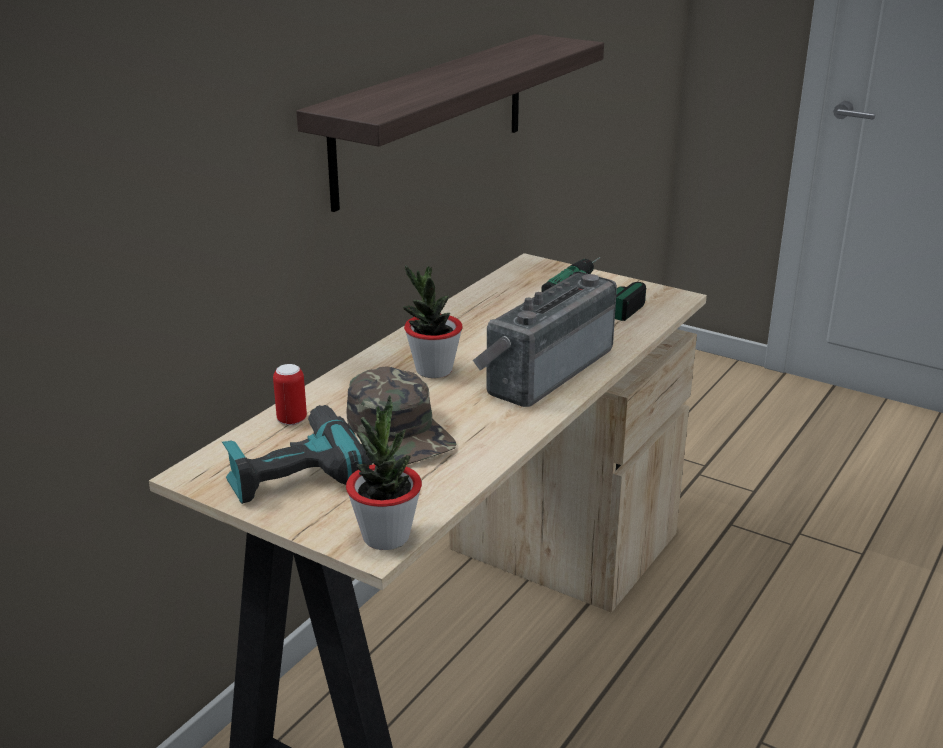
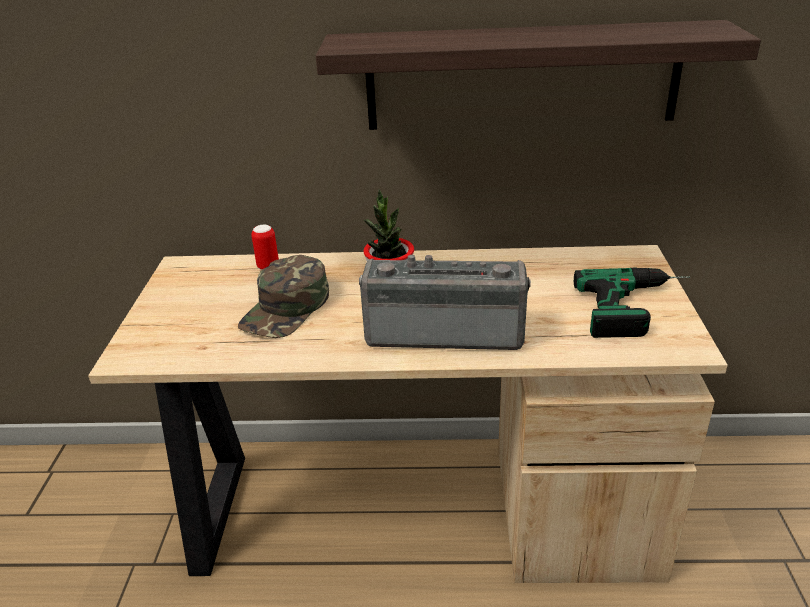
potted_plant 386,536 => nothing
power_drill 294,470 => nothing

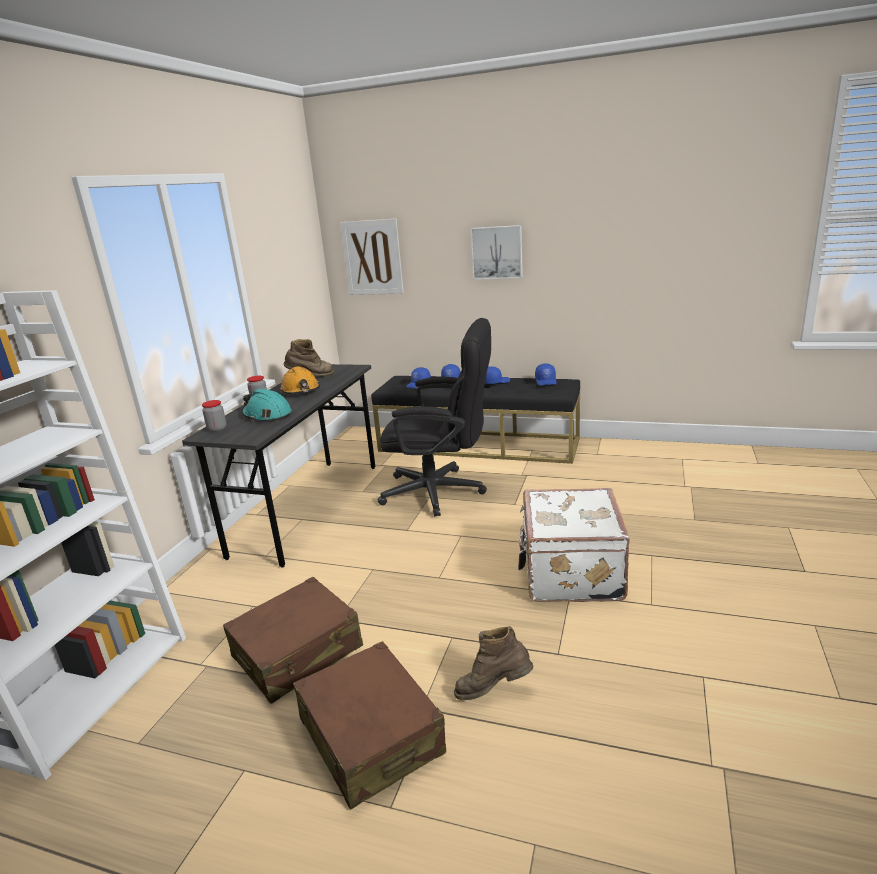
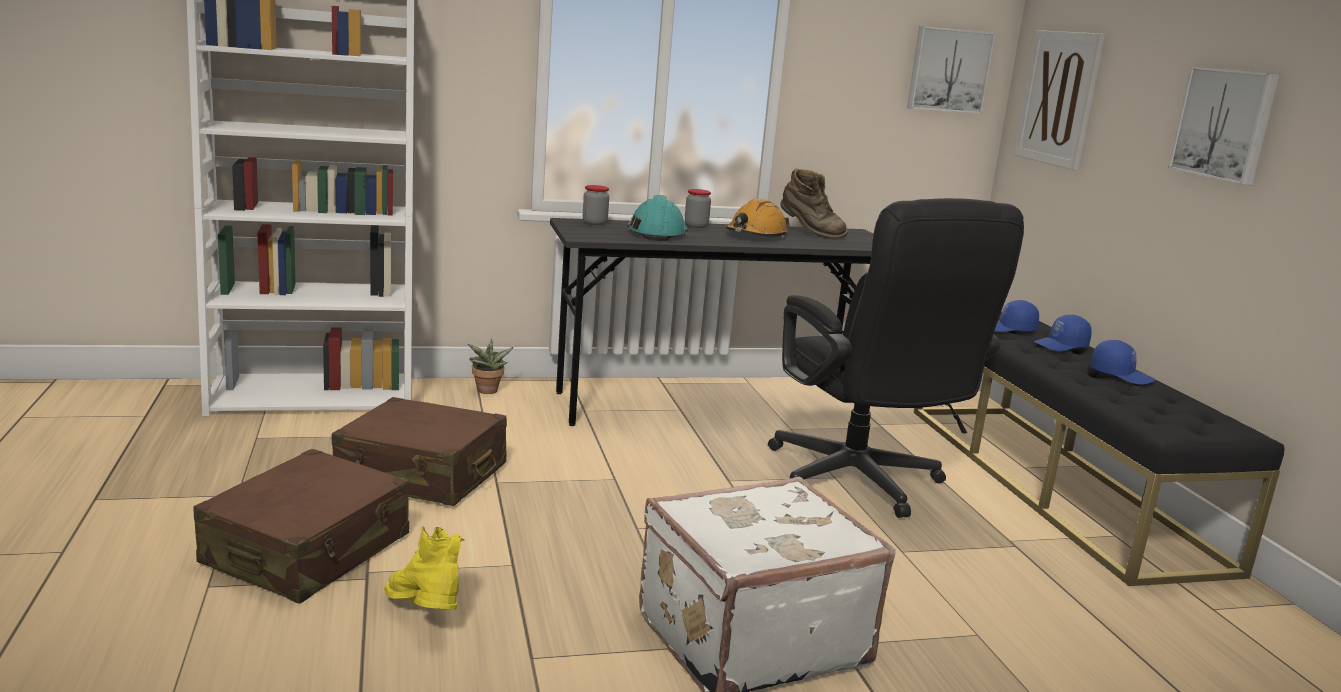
blue_cap 546,381 => nothing
brown_boot 493,689 => yellow_boot 425,616
nothing => picture 948,70
nothing => potted_plant 487,392

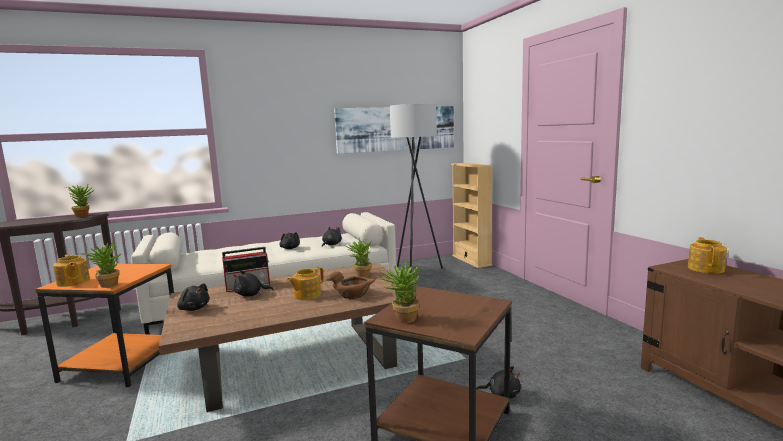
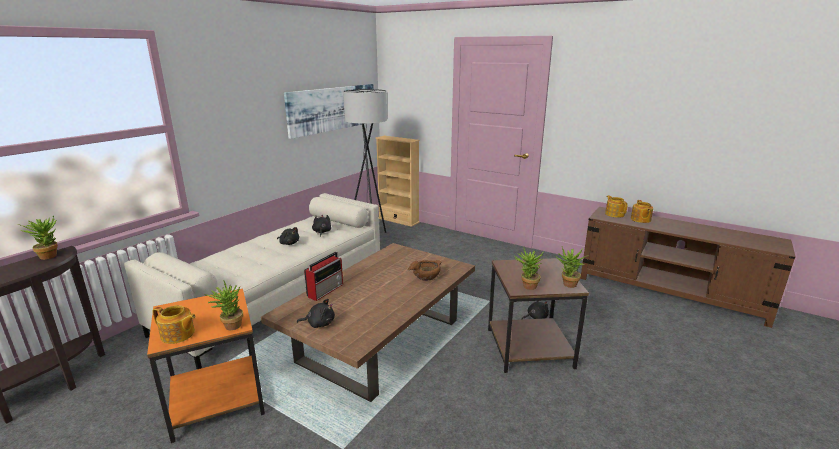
potted_plant 360,275 => potted_plant 567,285, relocated
teapot 306,295 => teapot 640,219, relocated
black_plush_toy 251,295 => nothing

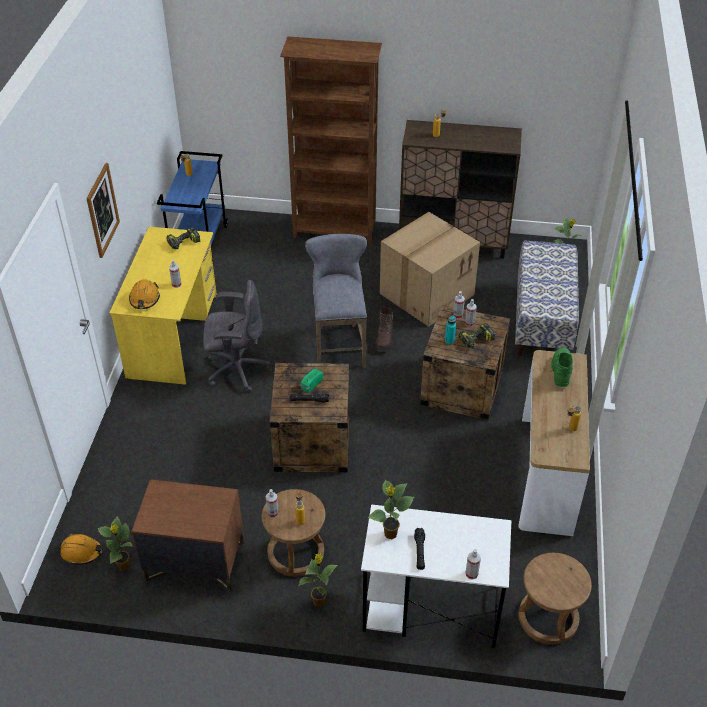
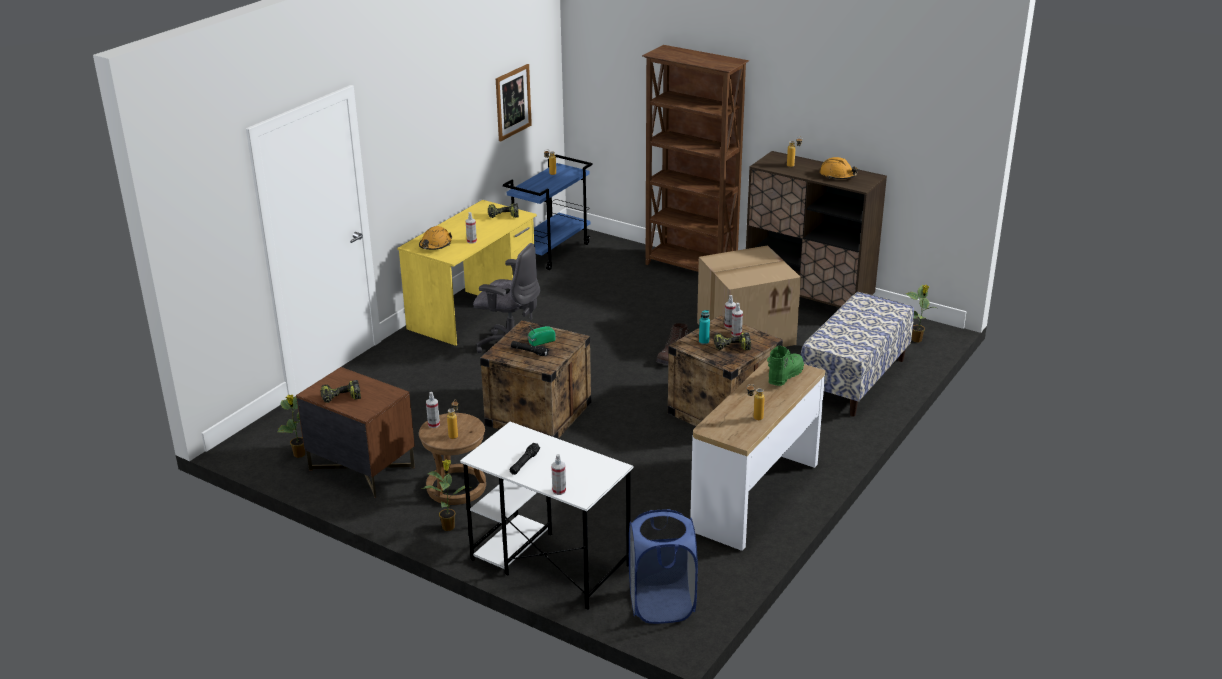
picture 102,210 => picture 513,102, relocated
grey_stool 339,344 => nothing
potted_plant 390,534 => nothing
orange_hard_hat 82,552 => orange_hard_hat 837,175, relocated
brown_stool 548,618 => blue_laundry_basket 661,604
nothing => power_drill 341,398

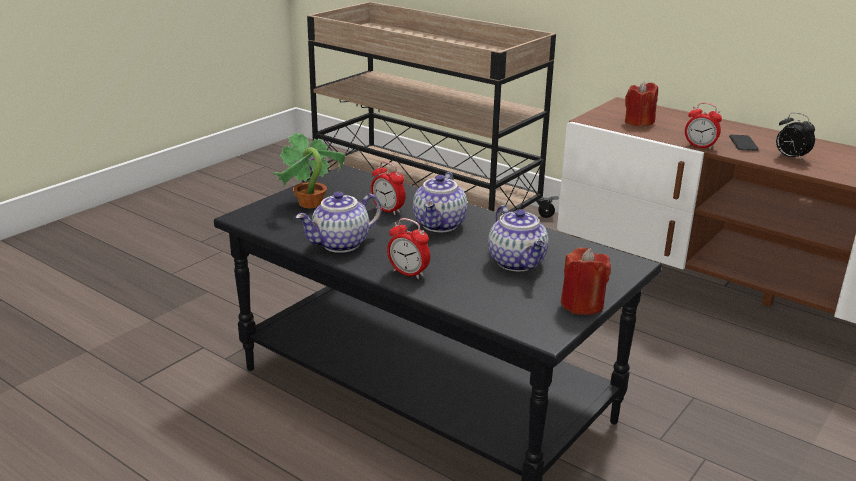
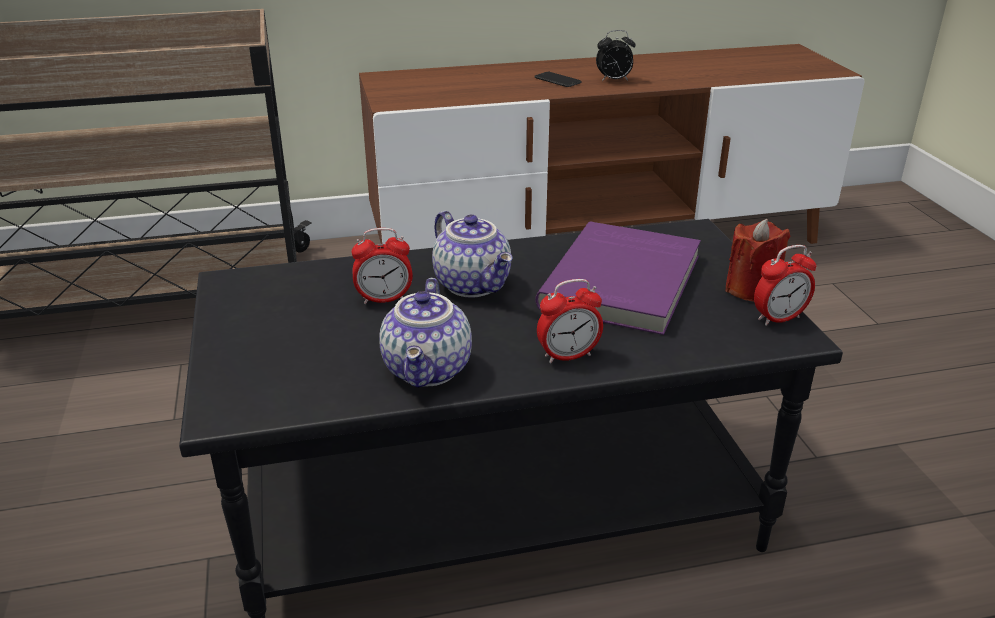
red_candle 639,122 => nothing
alarm_clock 700,146 => alarm_clock 779,318, relocated
potted_plant 310,204 => nothing
teapot 518,263 => purple_book 625,282

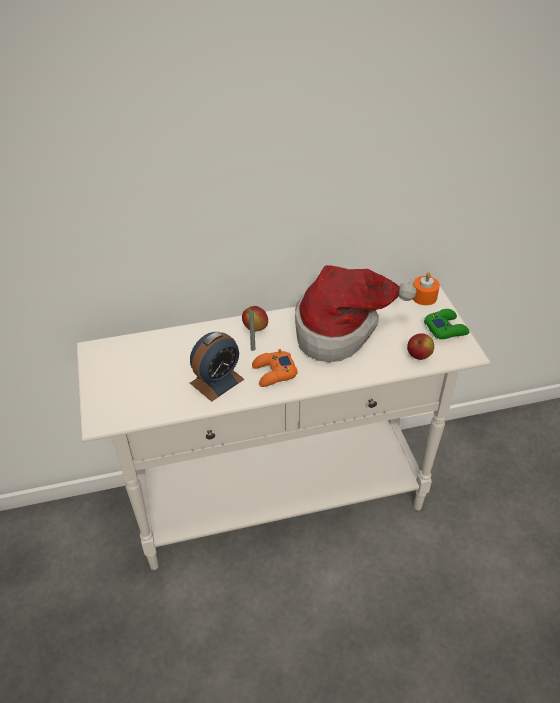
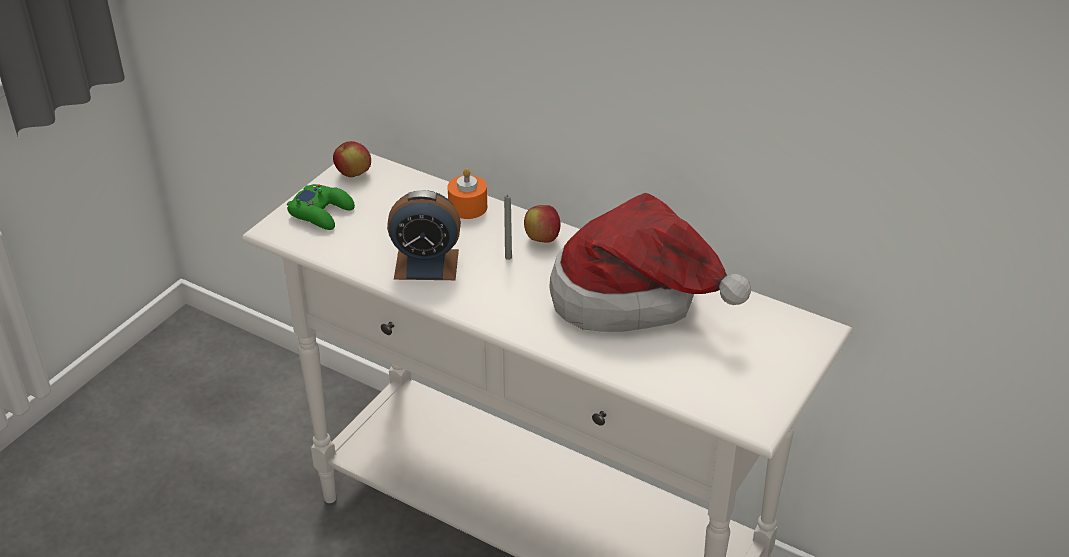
orange_candle 424,297 => orange_candle 467,207, relocated
green_game_controller 445,328 => green_game_controller 322,213, relocated
apple 418,356 => apple 353,174, relocated
orange_game_controller 274,373 => nothing

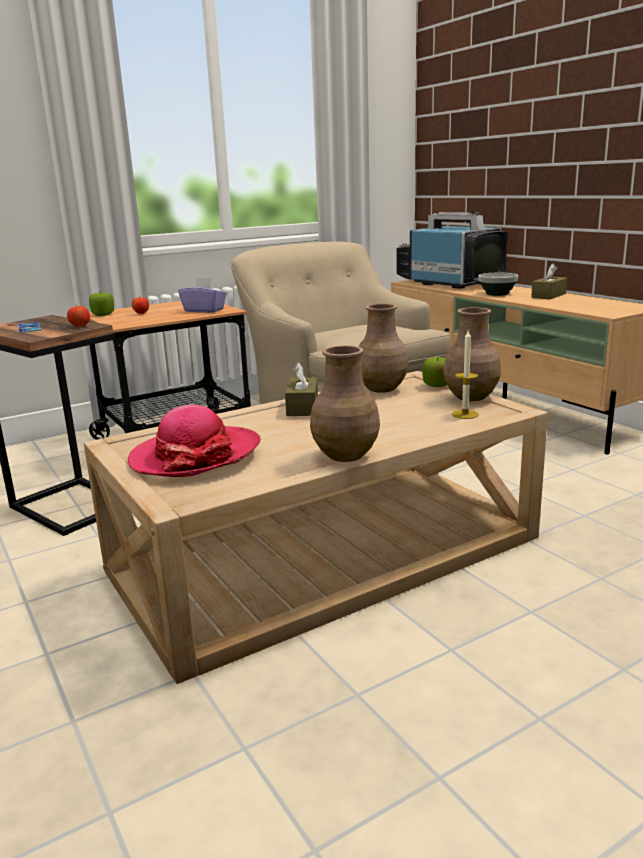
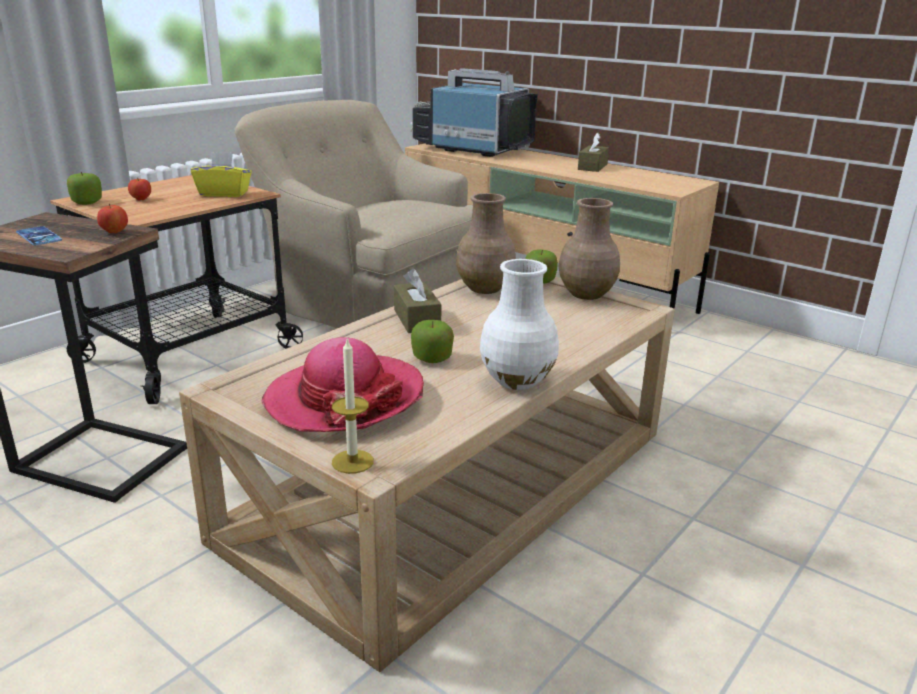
bowl 496,294 => nothing
purple_tissue_box 204,310 => yellow_tissue_box 224,193
candle 465,414 => candle 352,461, relocated
brown_vase 346,455 => white_vase 517,380
nothing => apple 432,358

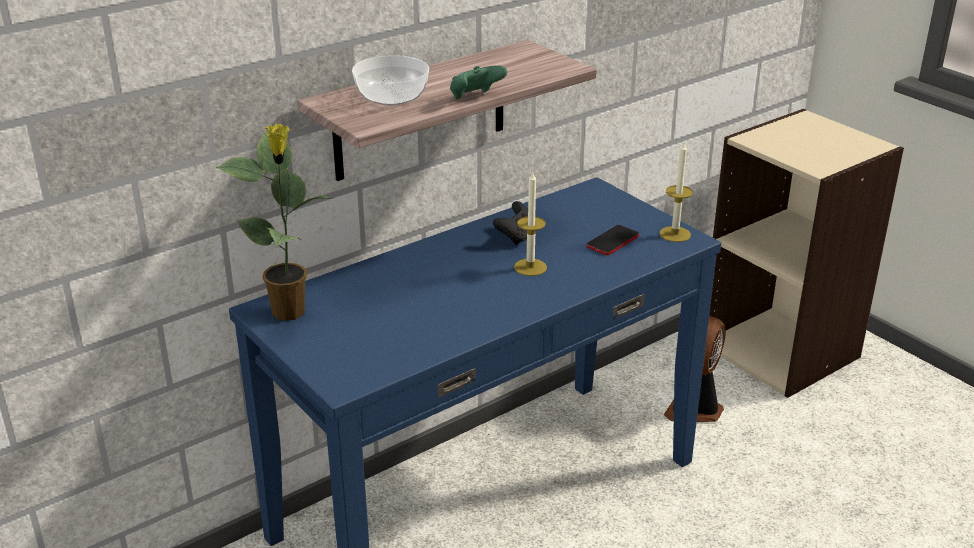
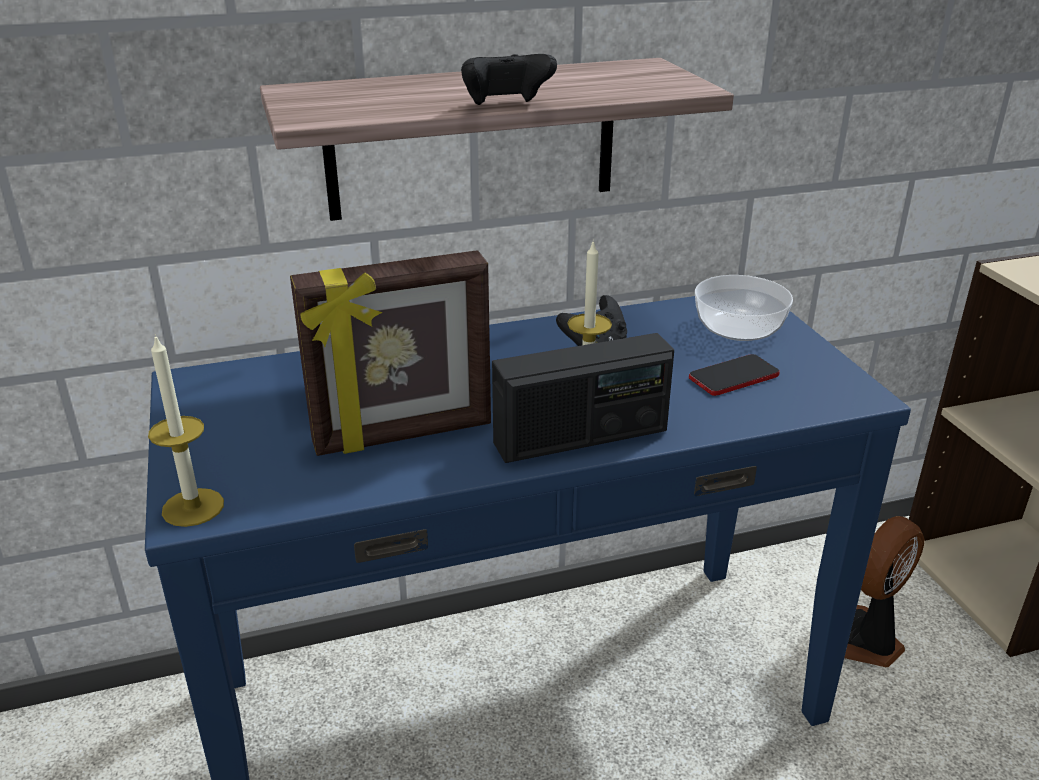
bowl 392,97 => bowl 739,329, relocated
green_game_controller 475,98 => black_game_controller 506,106
potted_plant 290,312 => nothing
candle 675,234 => candle 193,507, relocated
nothing => picture_frame 403,435
nothing => radio 581,437

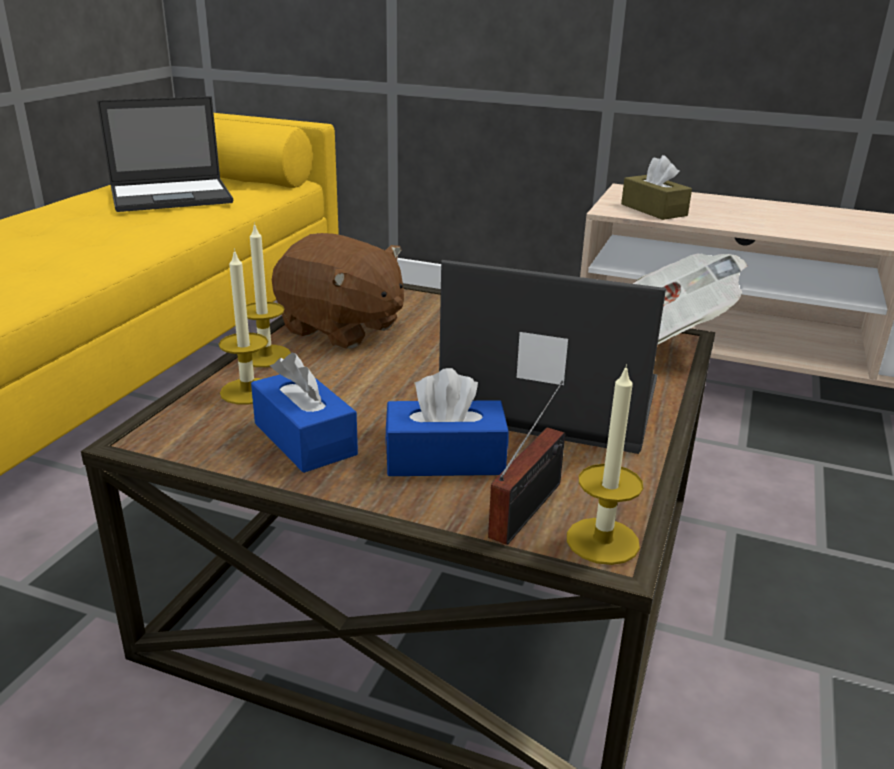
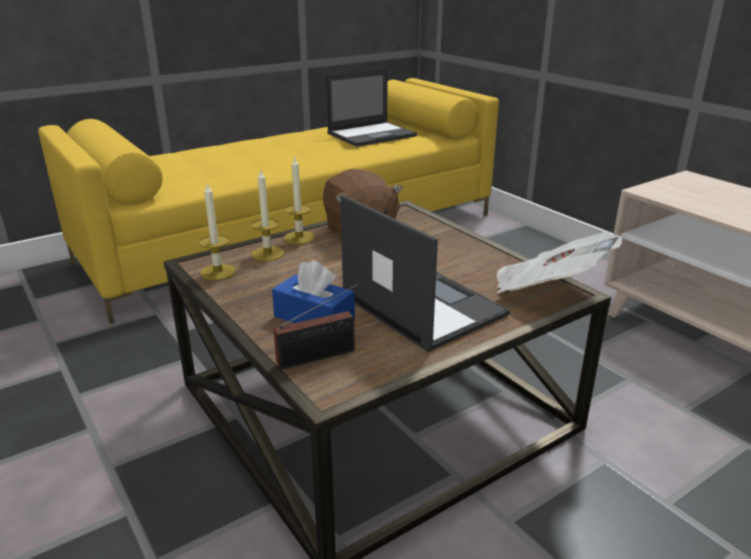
laptop 173,196 => laptop 372,134, 45 degrees counterclockwise
brown_tissue_box 653,210 => nothing
blue_tissue_box 304,439 => nothing
candle 602,541 => candle 218,272, relocated

